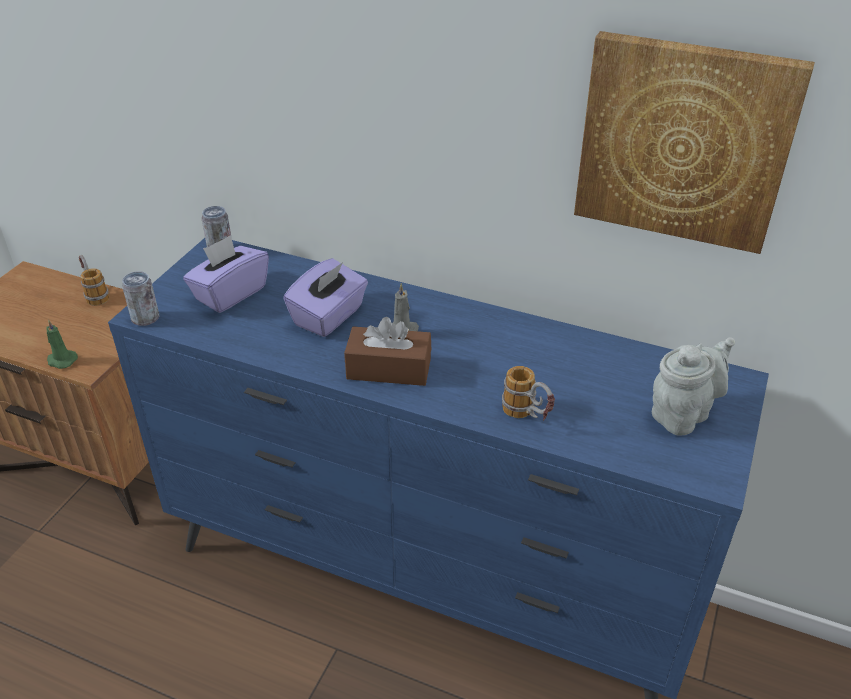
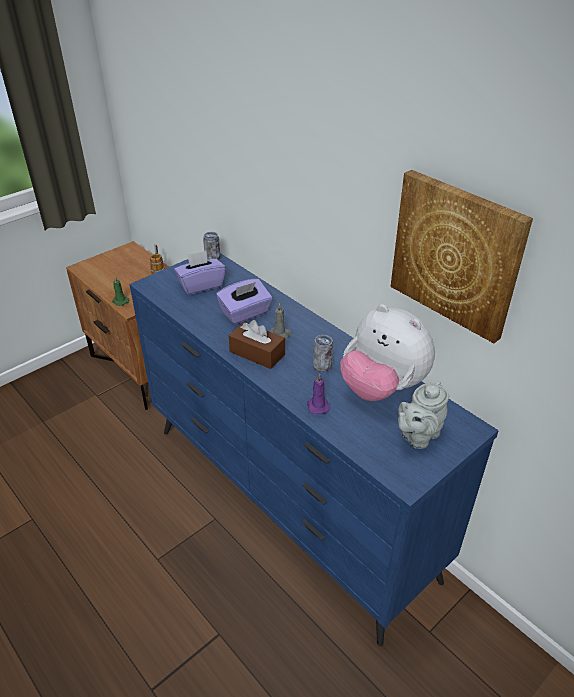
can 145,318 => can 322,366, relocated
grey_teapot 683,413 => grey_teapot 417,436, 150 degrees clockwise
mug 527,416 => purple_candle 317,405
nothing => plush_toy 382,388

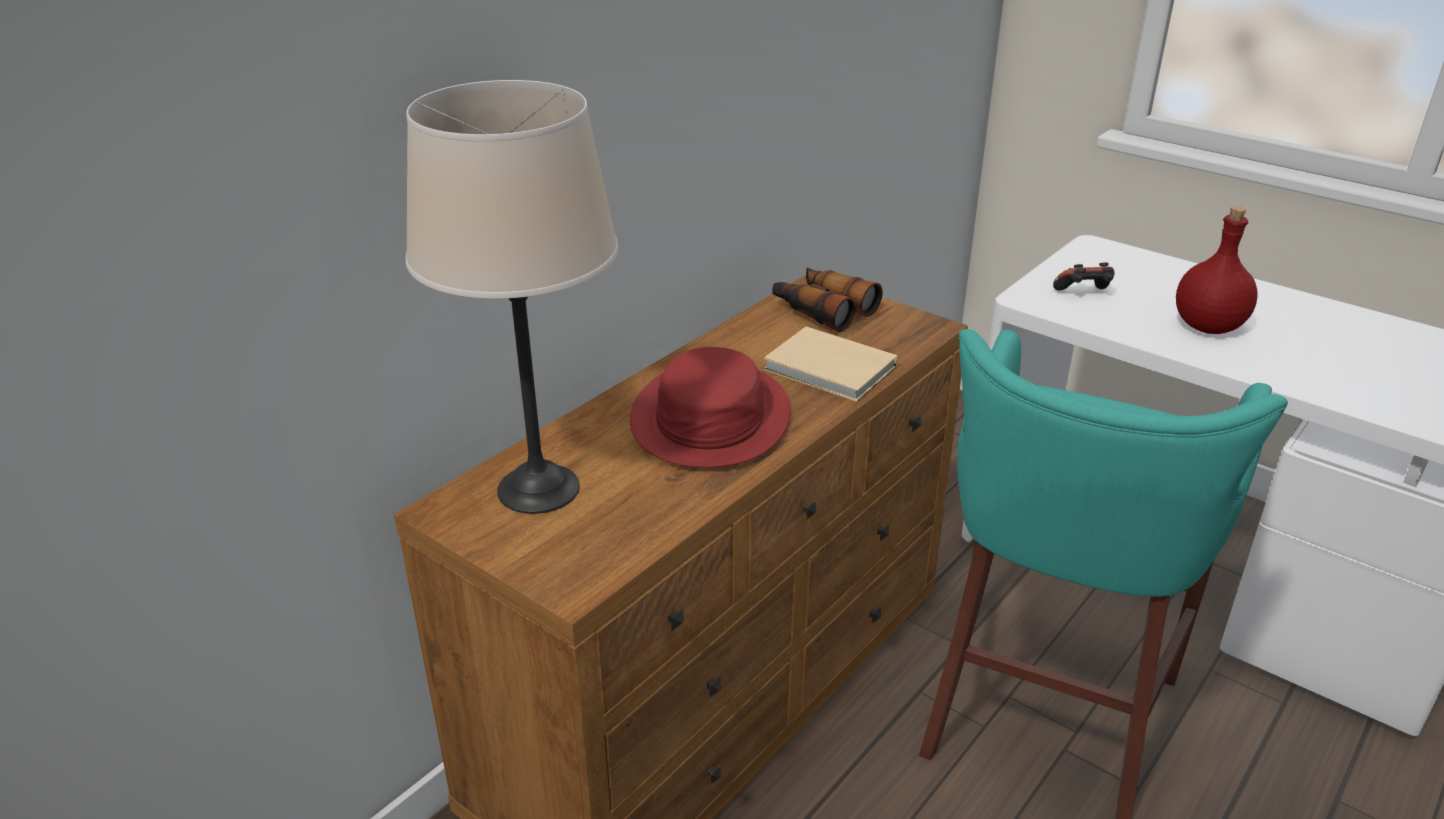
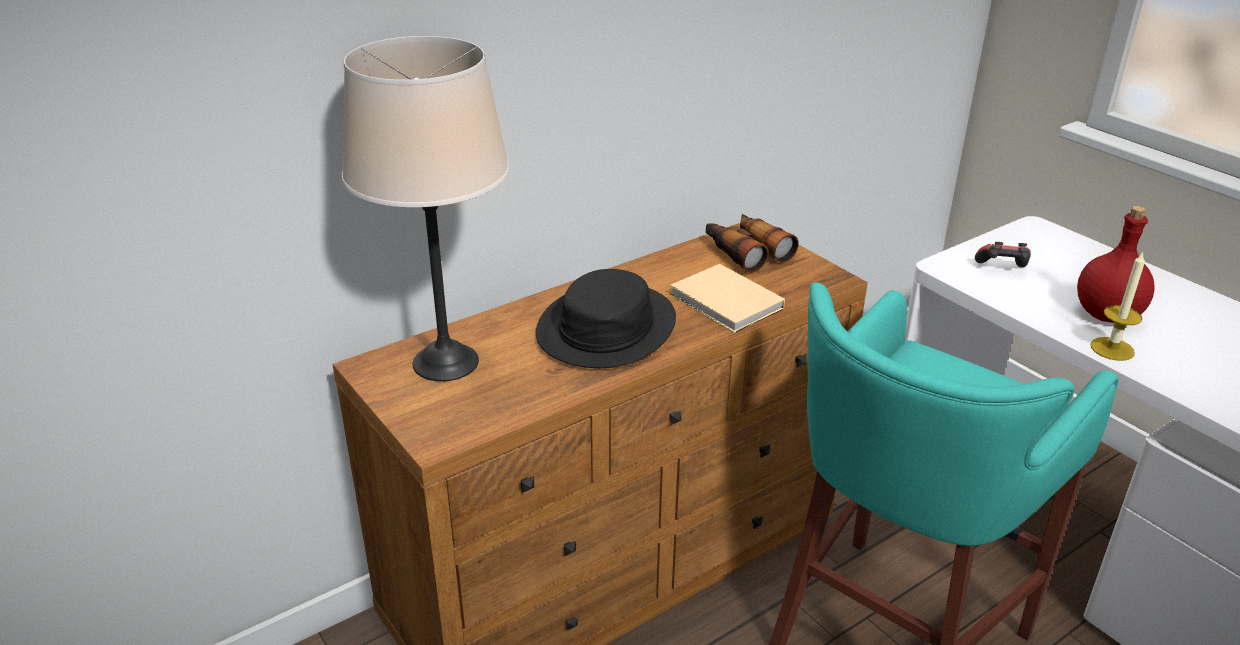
red_hat 709,417 => black_hat 606,327
nothing => candle 1112,349

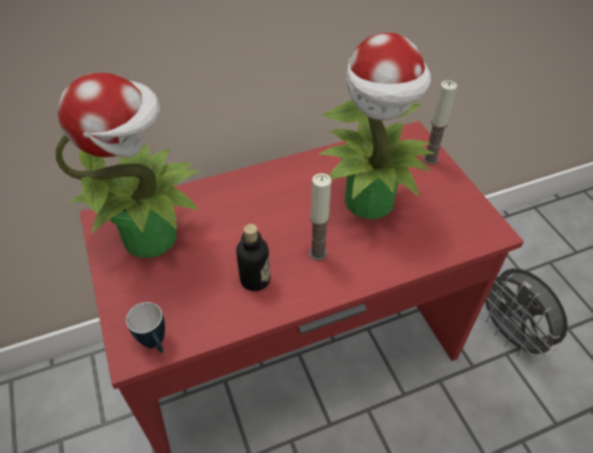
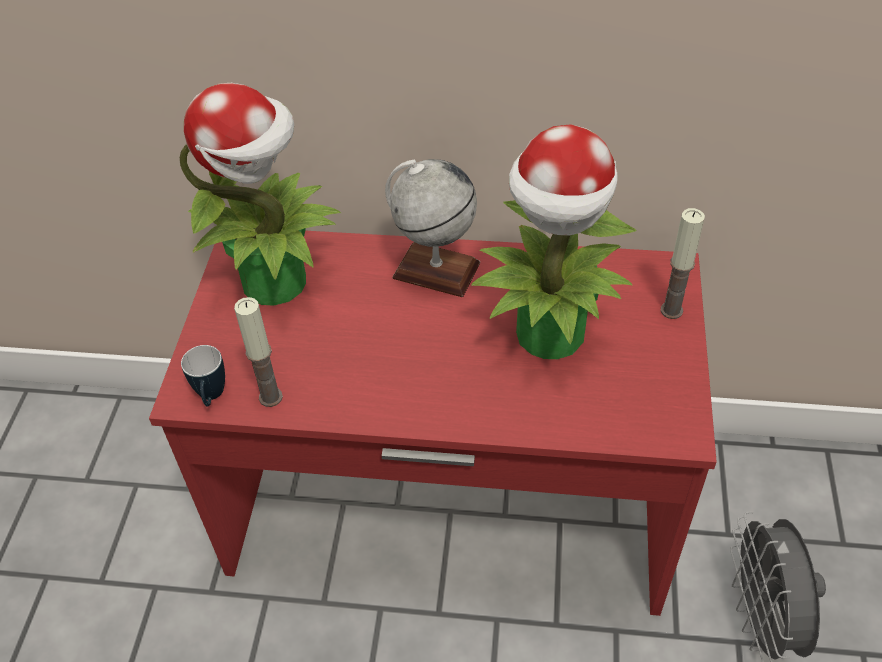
candle 318,253 => candle 270,397, relocated
bottle 255,280 => nothing
nothing => globe 436,270

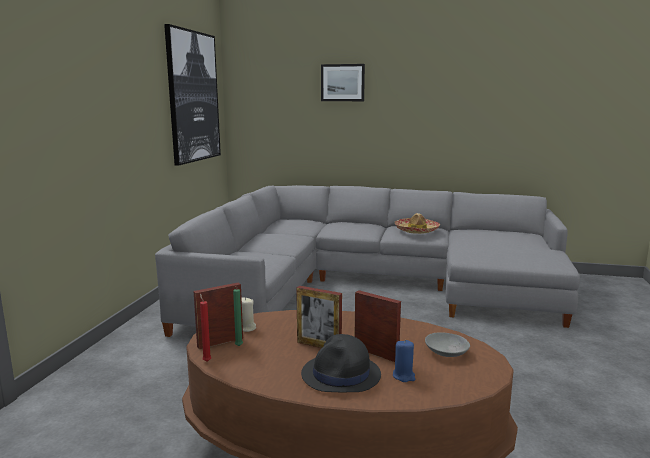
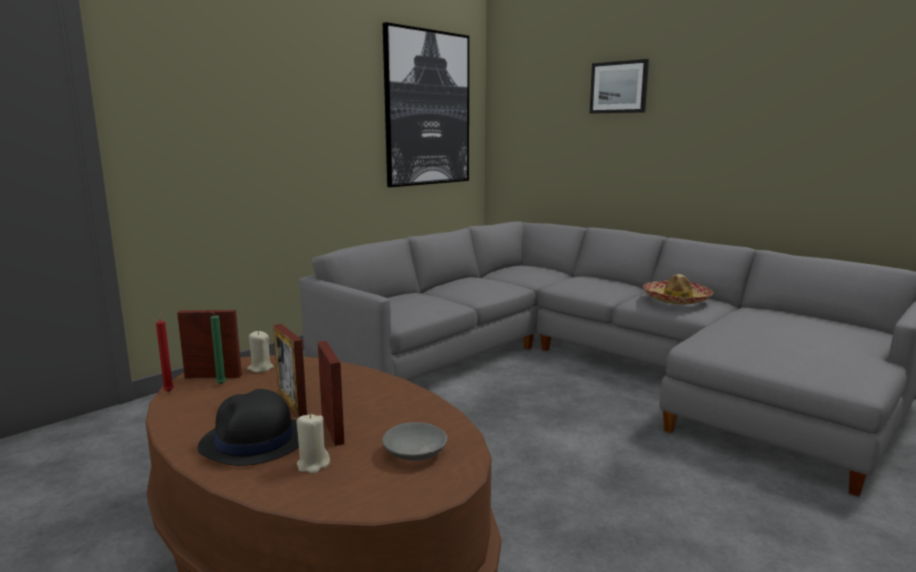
blue_candle 404,376 => beige_candle 313,464

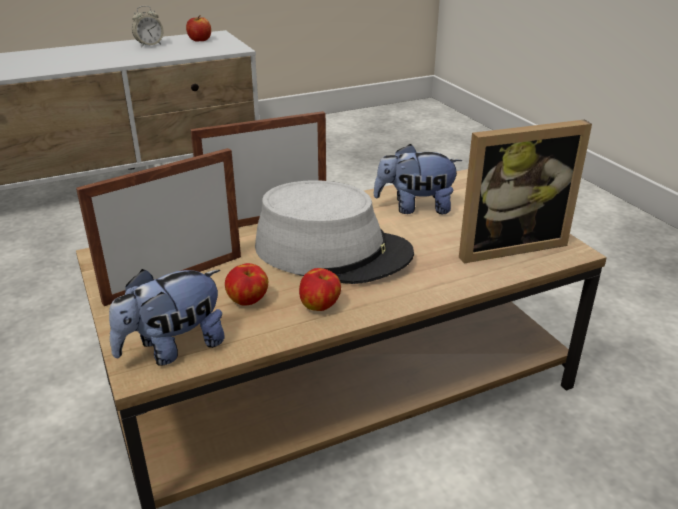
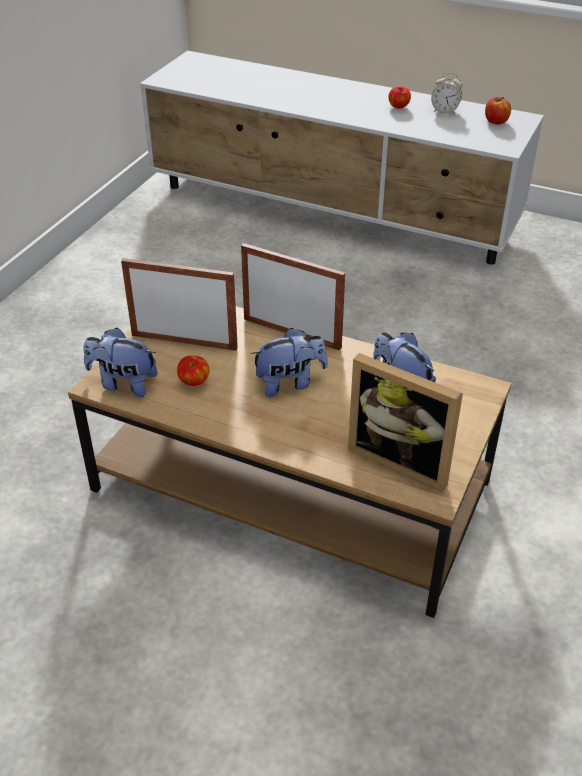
grey_hat 333,251 => plush_toy 289,383
apple 320,306 => apple 399,107, relocated

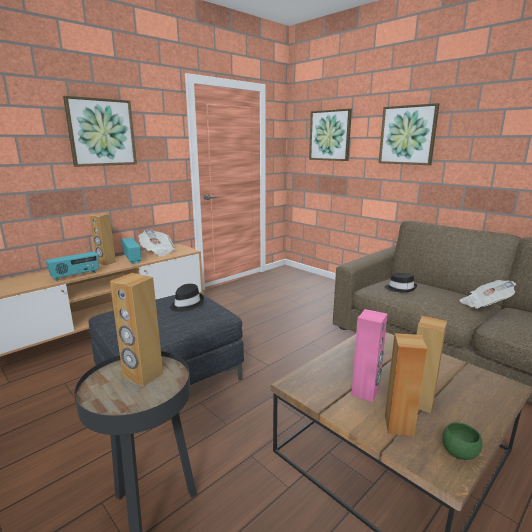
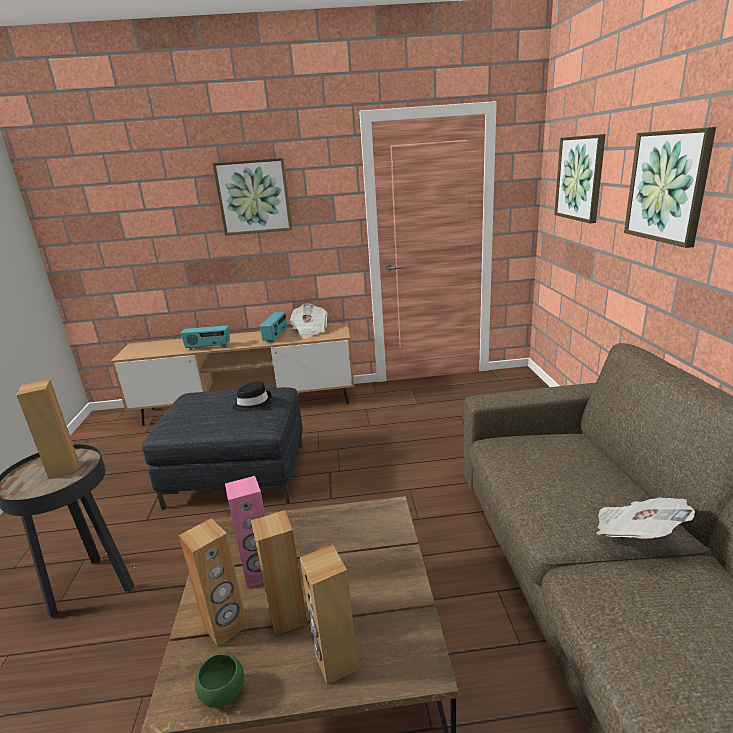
brown_speaker 106,262 => brown_speaker 335,662, relocated
black_hat 400,288 => nothing

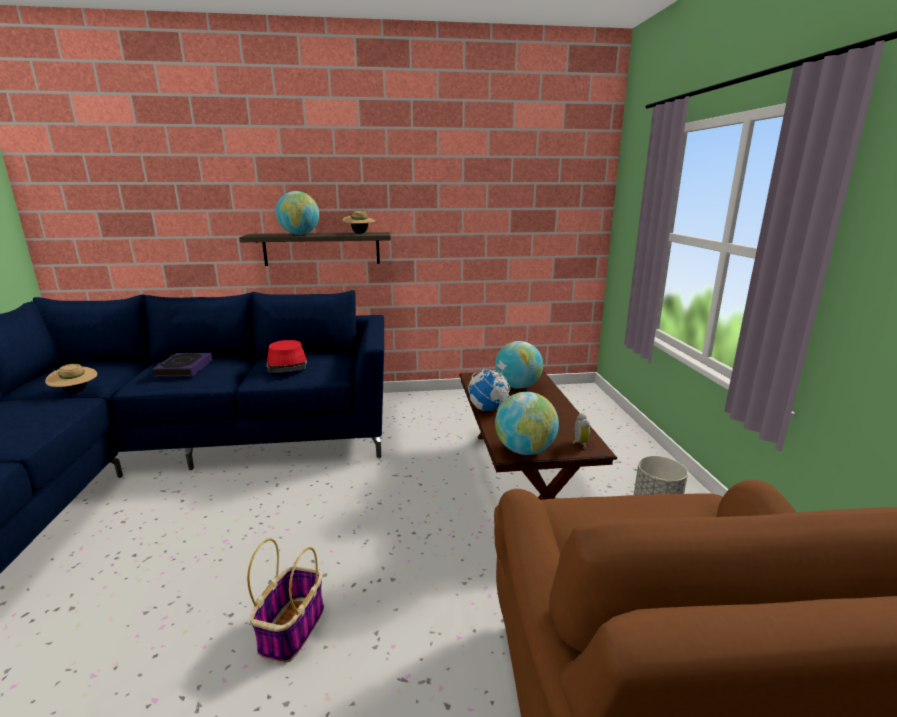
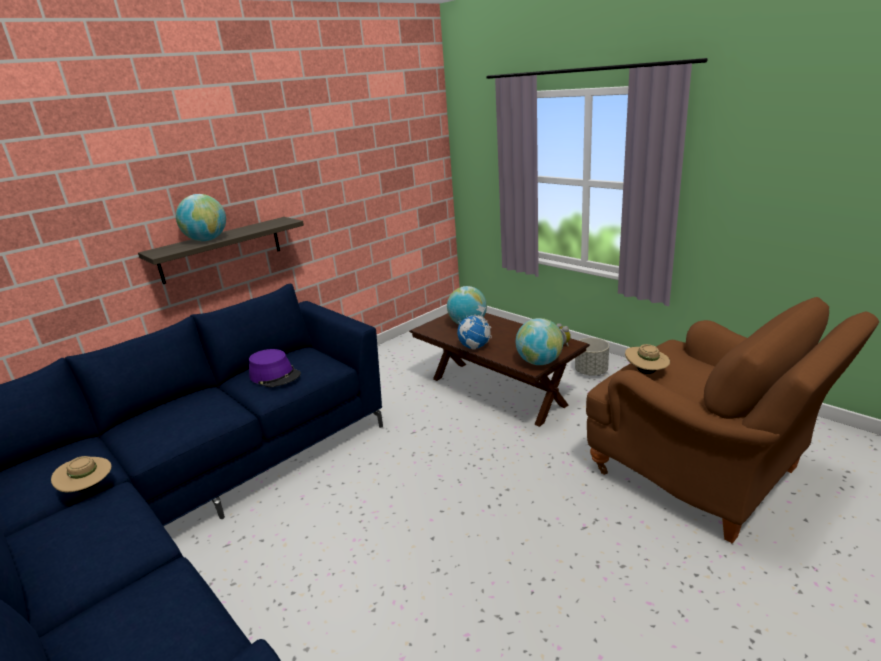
beige_hat 359,233 => beige_hat 646,372, relocated
red_hat 287,365 => purple_hat 275,375
book 184,368 => nothing
basket 292,628 => nothing

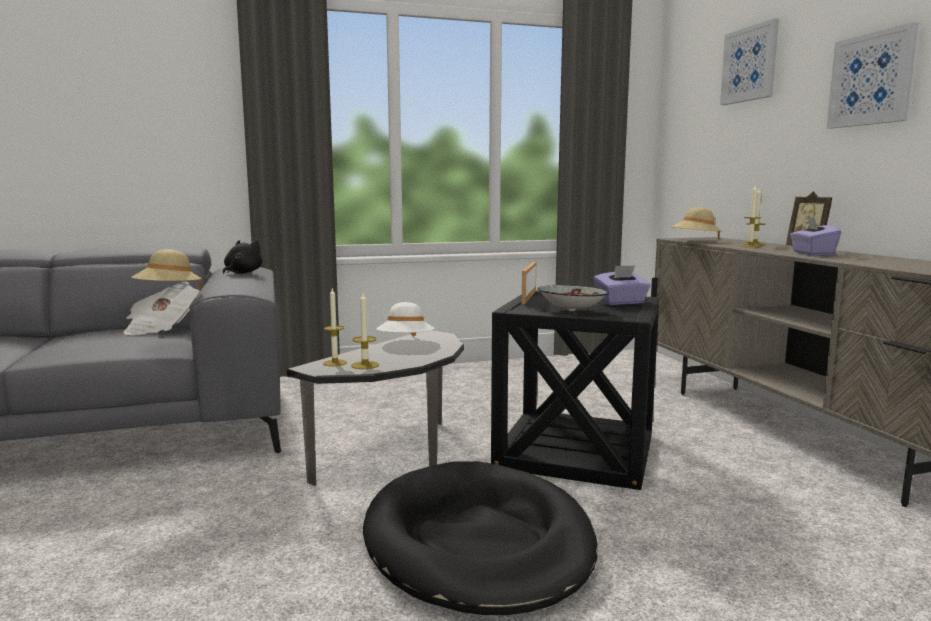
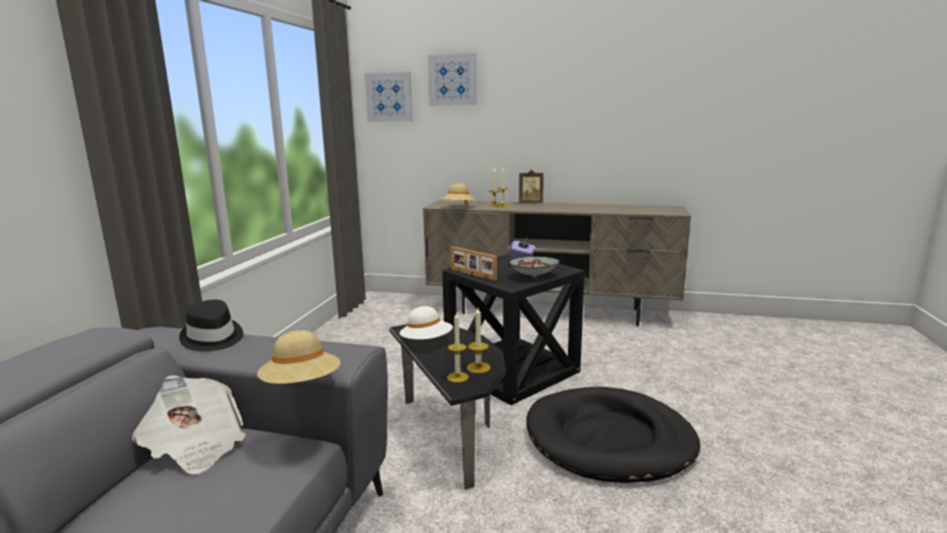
picture 871,79 => picture 389,97, relocated
purple_tissue_box 812,253 => nothing
black_plush_toy 242,273 => black_hat 212,338

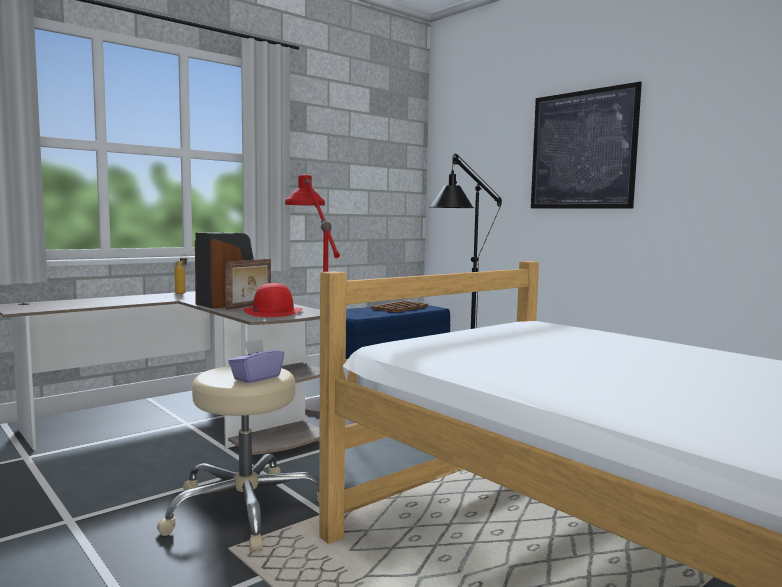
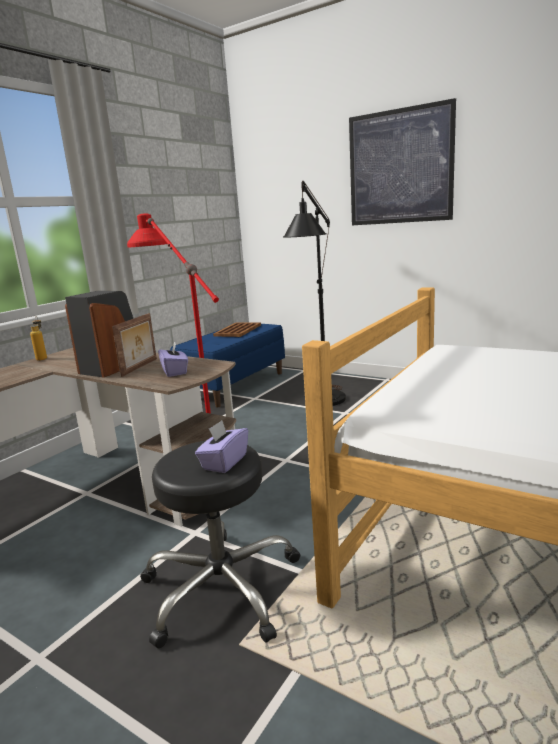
red_hat 273,312 => purple_tissue_box 175,372
beige_stool 245,510 => black_stool 221,588

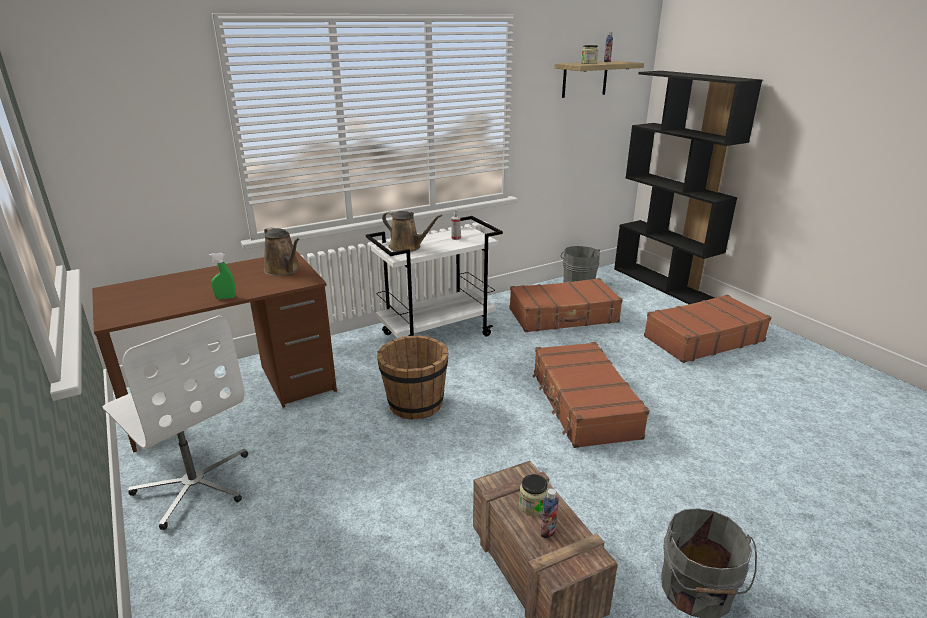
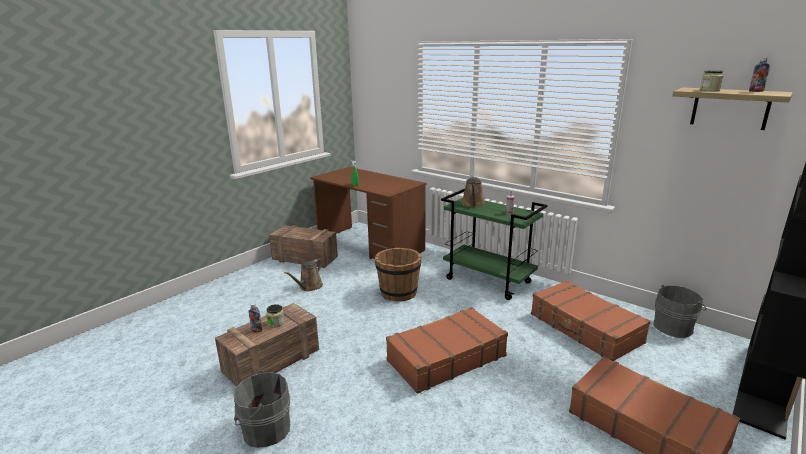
white_cart 437,334 => green_cart 489,281
brown_watering_can 284,270 => brown_watering_can 309,287, relocated
white_office_chair 195,484 => crate 304,259

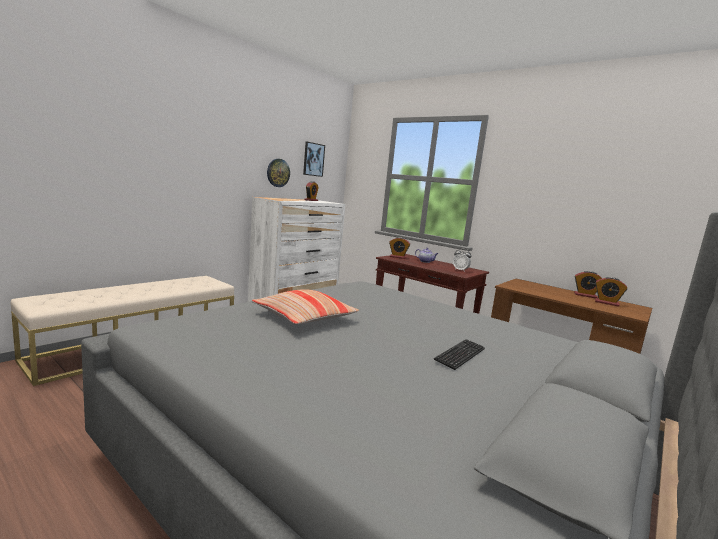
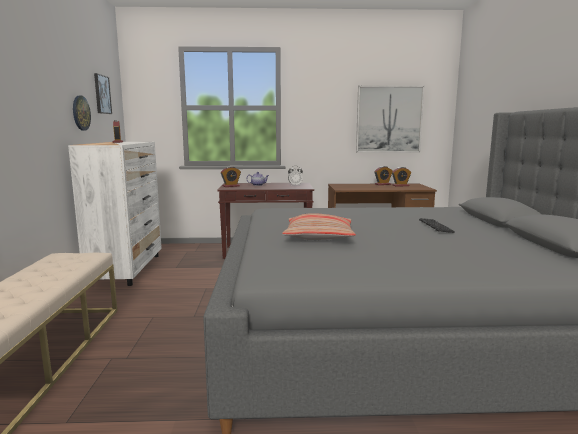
nothing => picture 389,119

